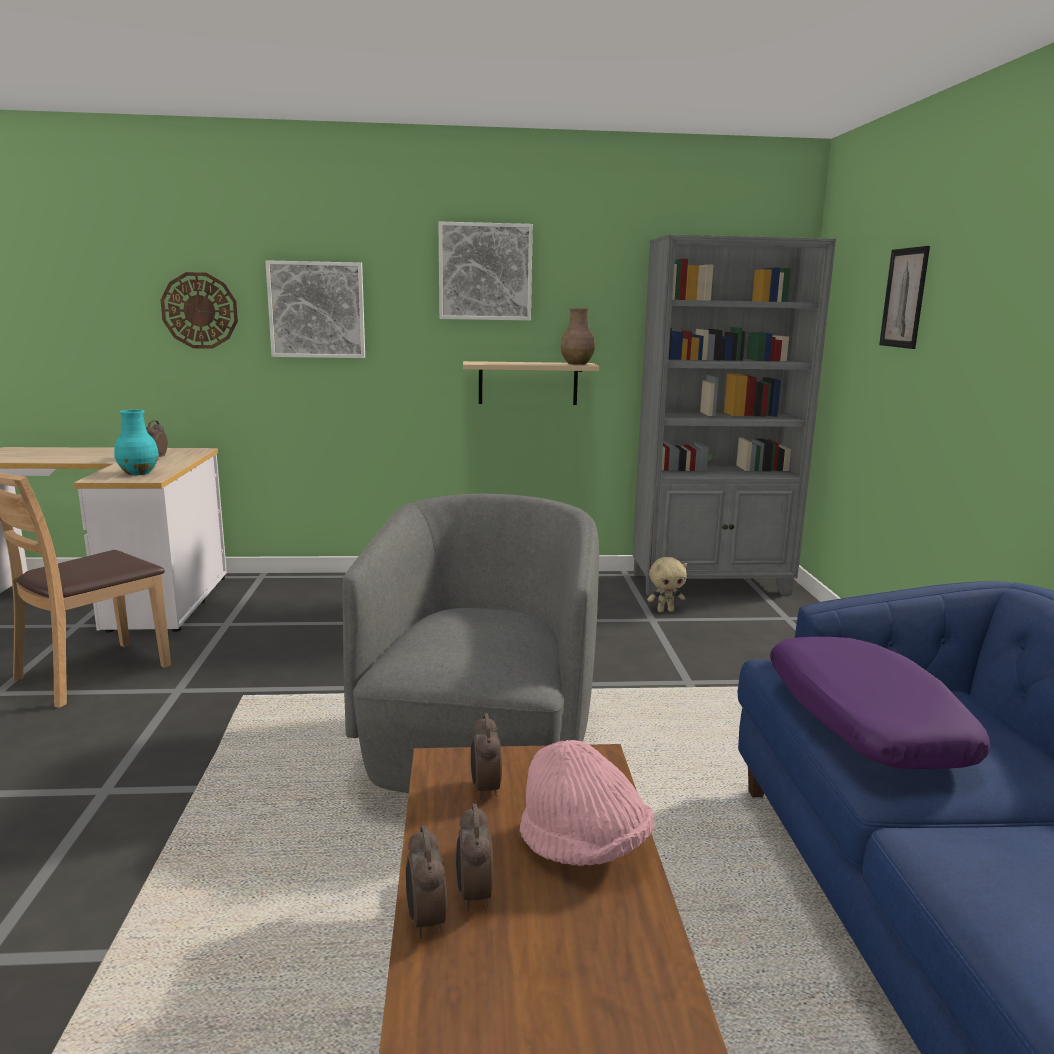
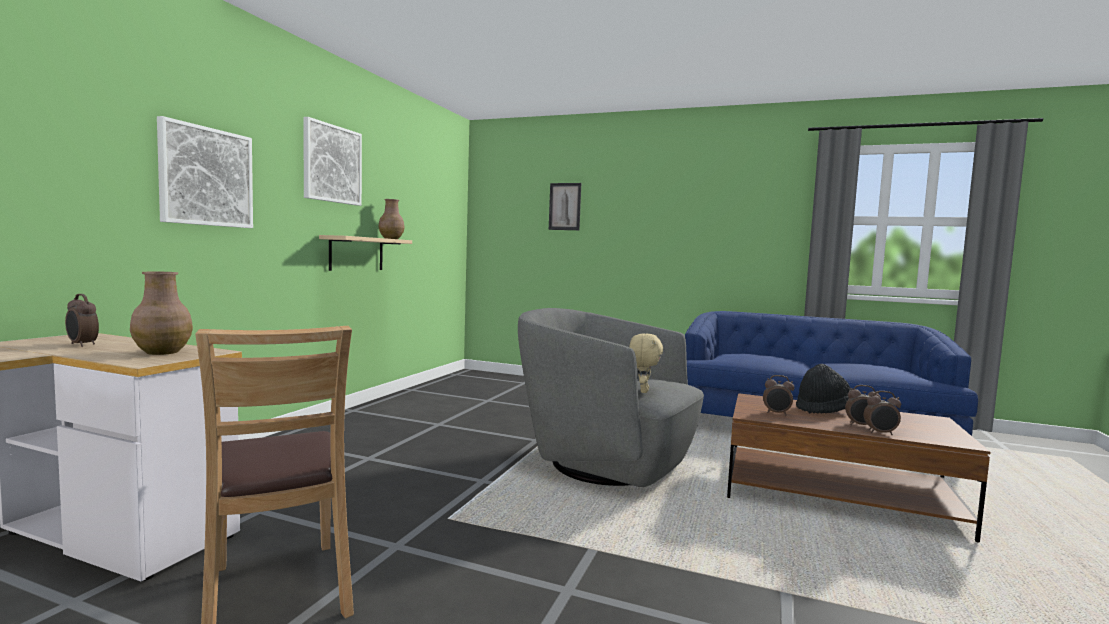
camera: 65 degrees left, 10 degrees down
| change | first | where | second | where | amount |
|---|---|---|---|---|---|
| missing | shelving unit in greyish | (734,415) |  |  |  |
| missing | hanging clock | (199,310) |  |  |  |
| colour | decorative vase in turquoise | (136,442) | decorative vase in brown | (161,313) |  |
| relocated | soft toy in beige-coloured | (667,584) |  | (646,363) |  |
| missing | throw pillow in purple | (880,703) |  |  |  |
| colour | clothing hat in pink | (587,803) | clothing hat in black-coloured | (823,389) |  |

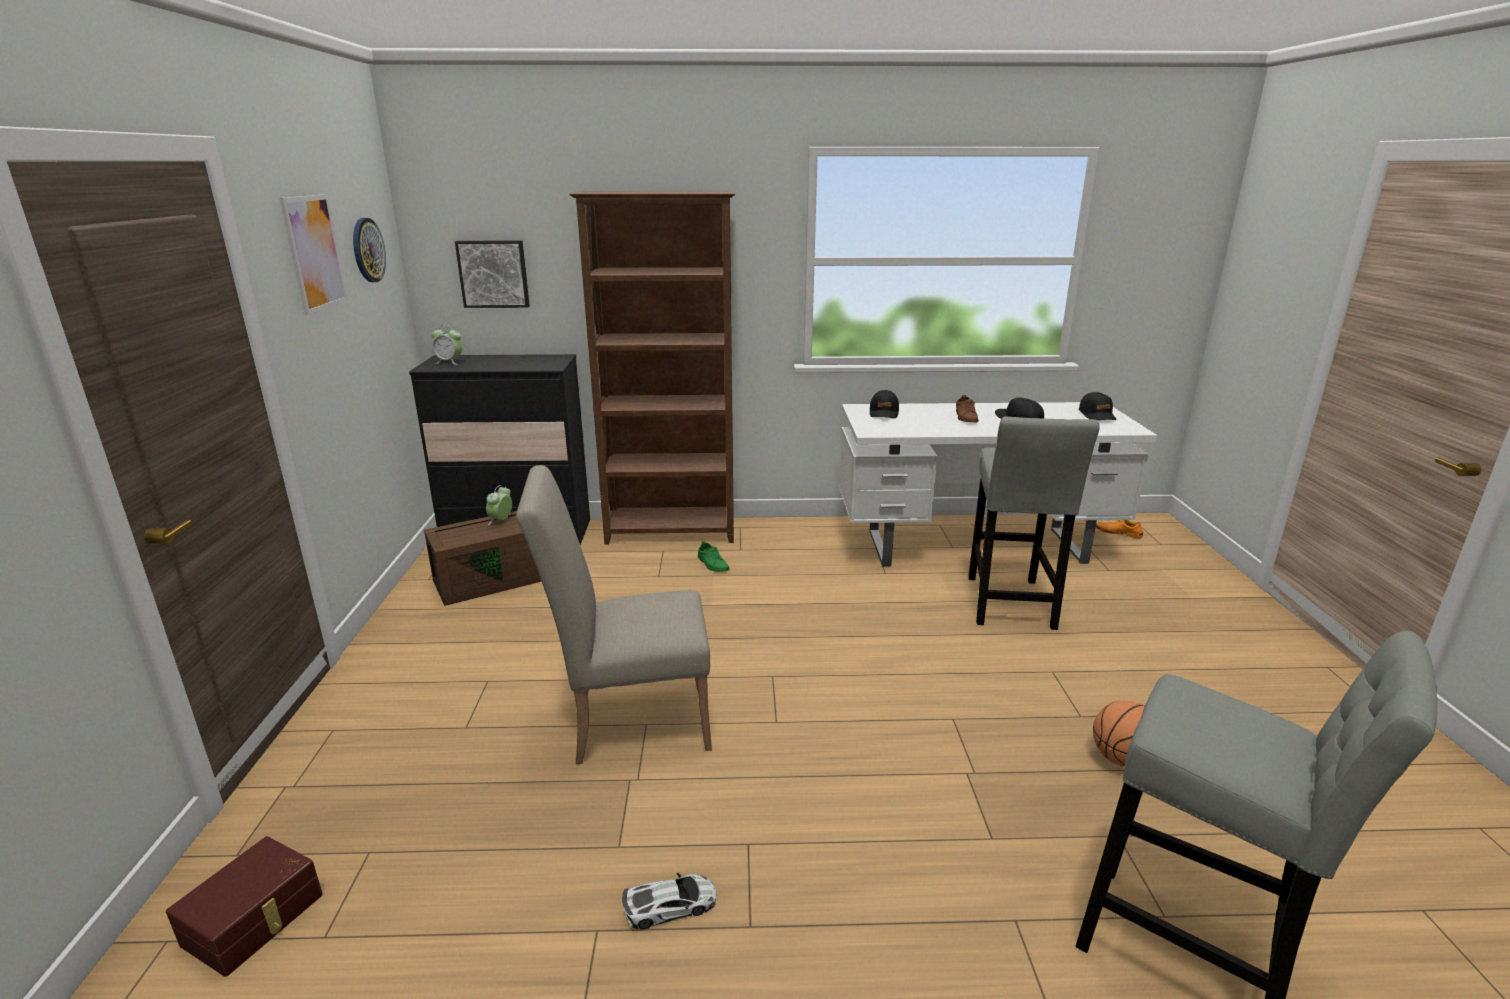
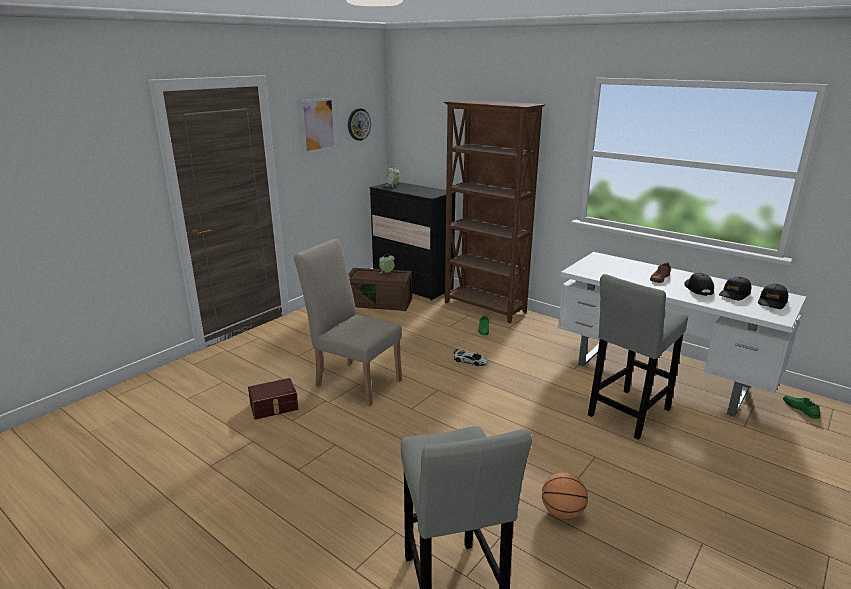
camera: 40 degrees right, 0 degrees up
| change | first | where | second | where | amount |
|---|---|---|---|---|---|
| missing | wall picture | (492,274) |  |  |  |
| relocated | peaked cap in black-coloured | (884,404) |  | (735,288) |  |
| colour | item of footwear in orange | (1119,529) | item of footwear in greenish | (801,407) |  |
| relocated | storage bin in brown | (244,906) |  | (273,399) |  |
| relocated | model car | (669,901) |  | (470,357) |  |

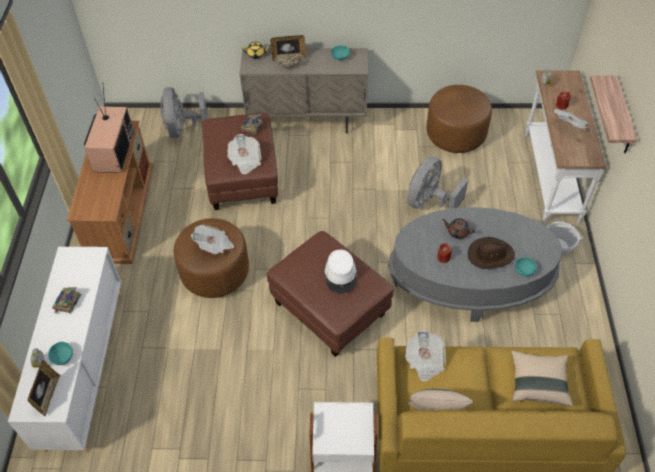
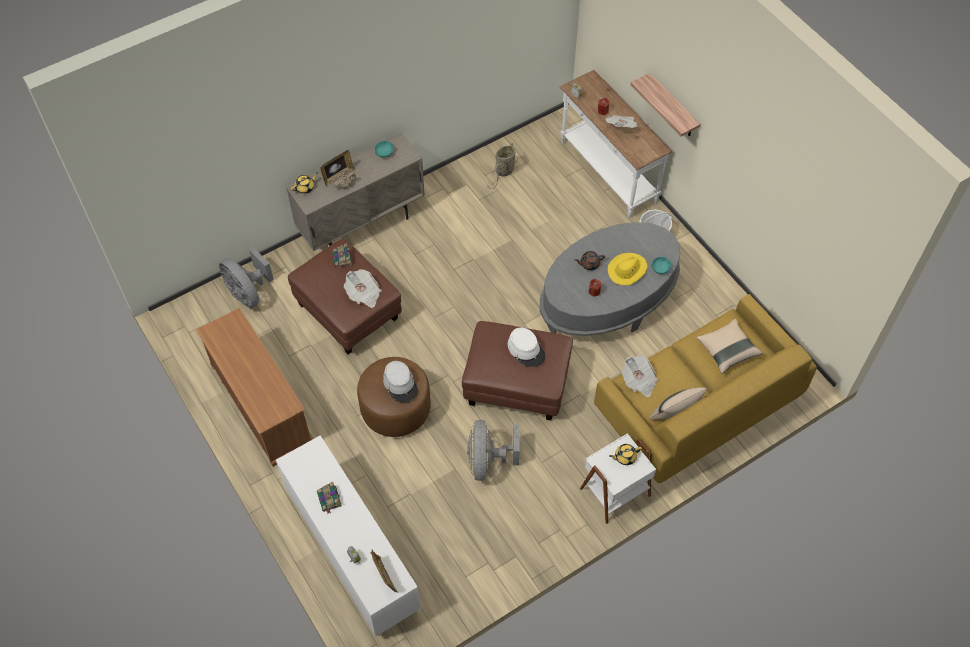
camera: 35 degrees left, 5 degrees up
| change | first | where | second | where | amount |
|---|---|---|---|---|---|
| missing | television | (109,127) |  |  |  |
| exchanged | footrest in brown | (459,119) | household basket | (502,166) |  |
| relocated | fan in greyish | (437,182) |  | (493,450) |  |
| exchanged | daily paper | (212,239) | clothing hat in greyish | (400,381) |  |
| colour | clothing hat in brown | (491,253) | clothing hat in yellowish | (627,269) |  |
| missing | bowl in turquoise | (60,353) |  |  |  |
| appeared |  |  | pot for tea in yellowish | (625,454) |  |

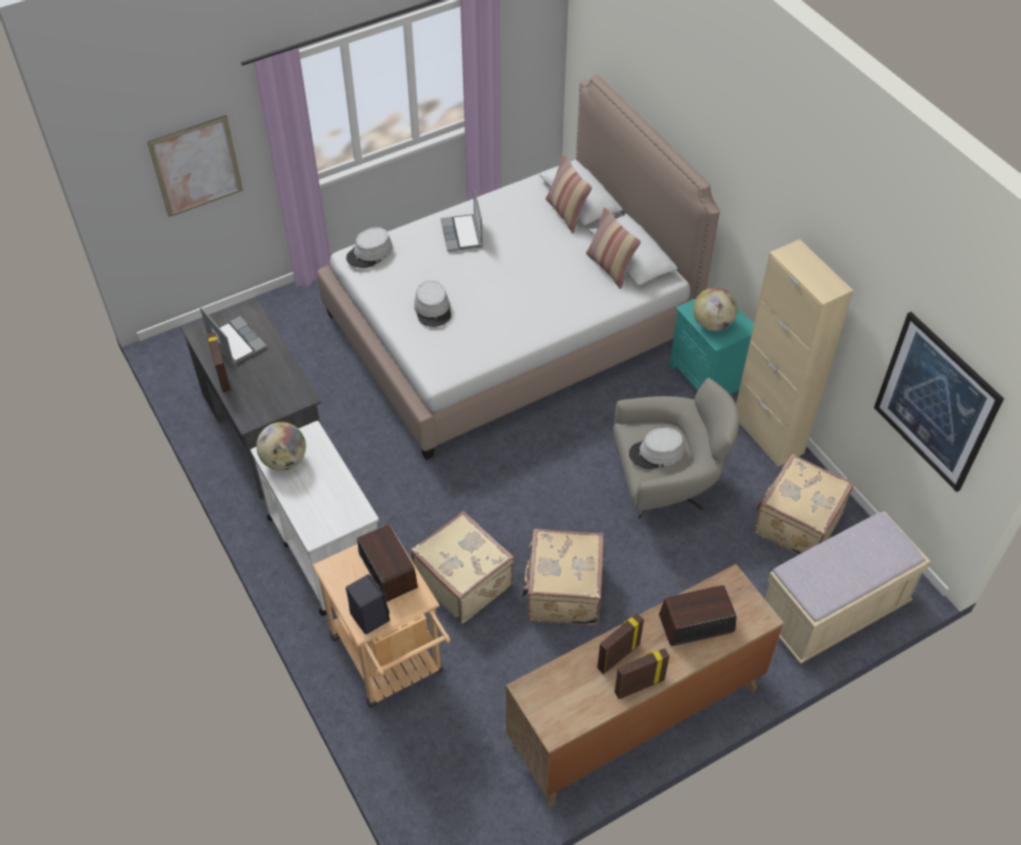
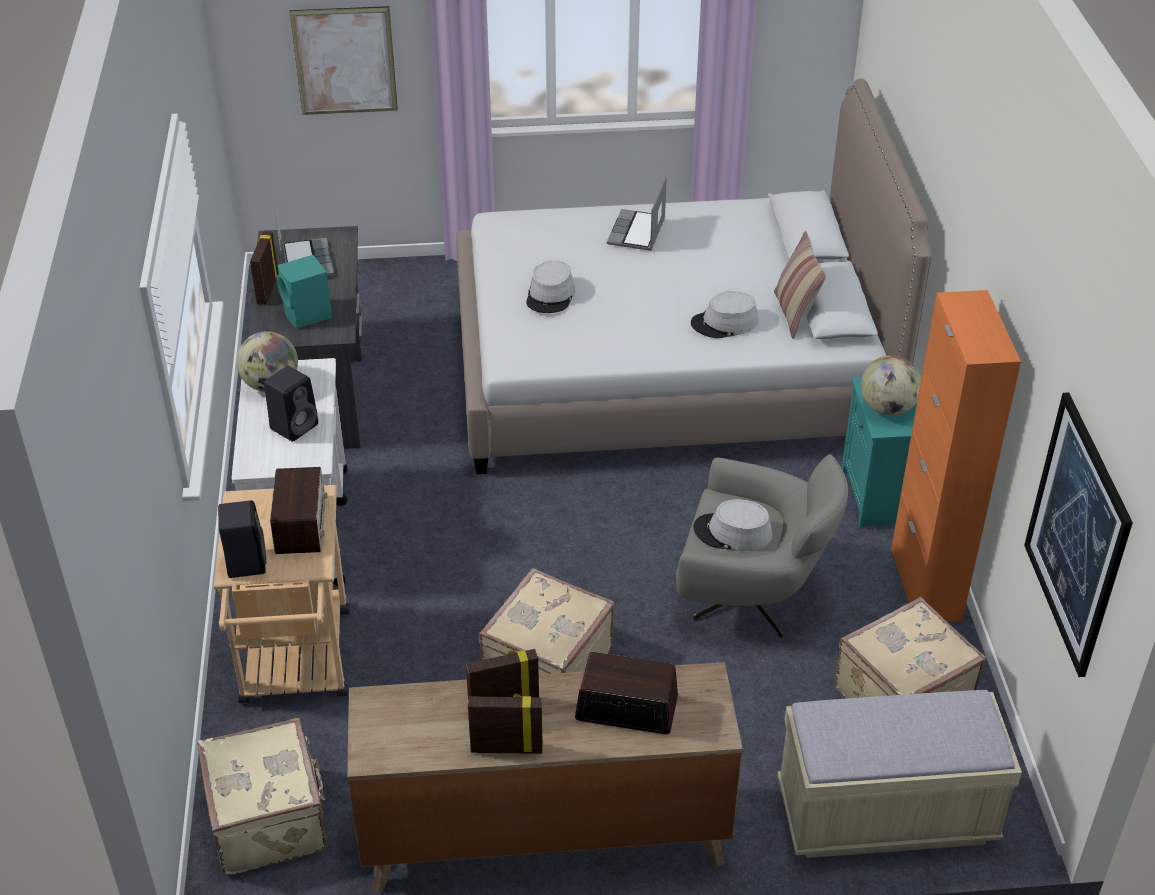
camera: 25 degrees right, 10 degrees down
| change | first | where | second | where | amount |
|---|---|---|---|---|---|
| missing | throw pillow | (569,193) |  |  |  |
| relocated | clothing hat in greyish | (369,247) |  | (724,314) |  |
| colour | storage cabinet in beige-coloured | (794,353) | storage cabinet in orange | (956,456) |  |
| relocated | travel case in beige-coloured | (463,567) |  | (262,797) |  |
| appeared |  |  | speaker in turquoise | (304,292) |  |
| appeared |  |  | speaker in black-coloured | (291,404) |  |

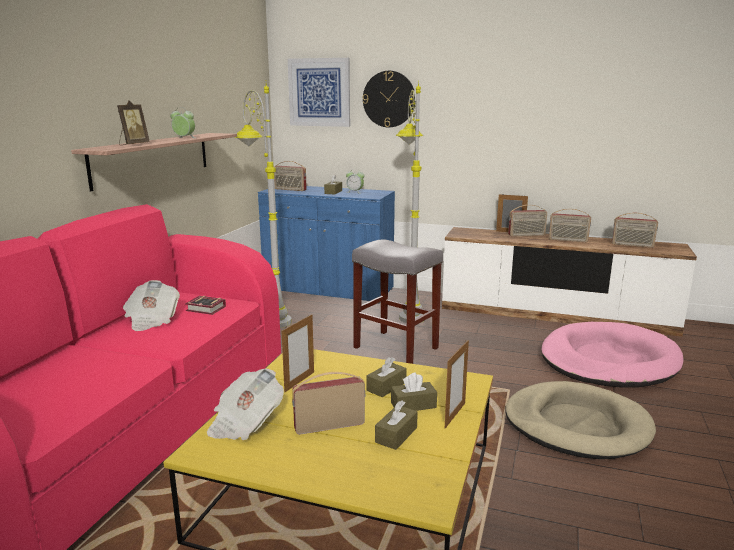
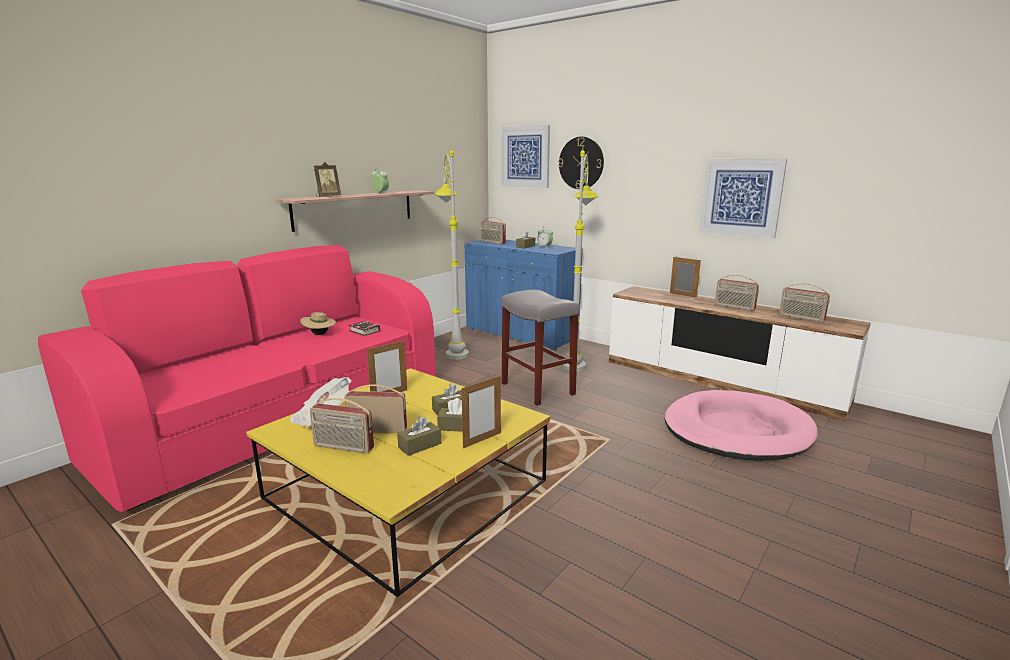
camera: 20 degrees right, 0 degrees up
| change | first | where | second | where | amount |
|---|---|---|---|---|---|
| relocated | radio receiver | (527,220) |  | (342,425) |  |
| exchanged | daily paper | (151,305) | clothing hat in beige-coloured | (318,323) |  |
| missing | dog bed in beige-coloured | (580,420) |  |  |  |
| appeared |  |  | wall picture | (743,198) |  |

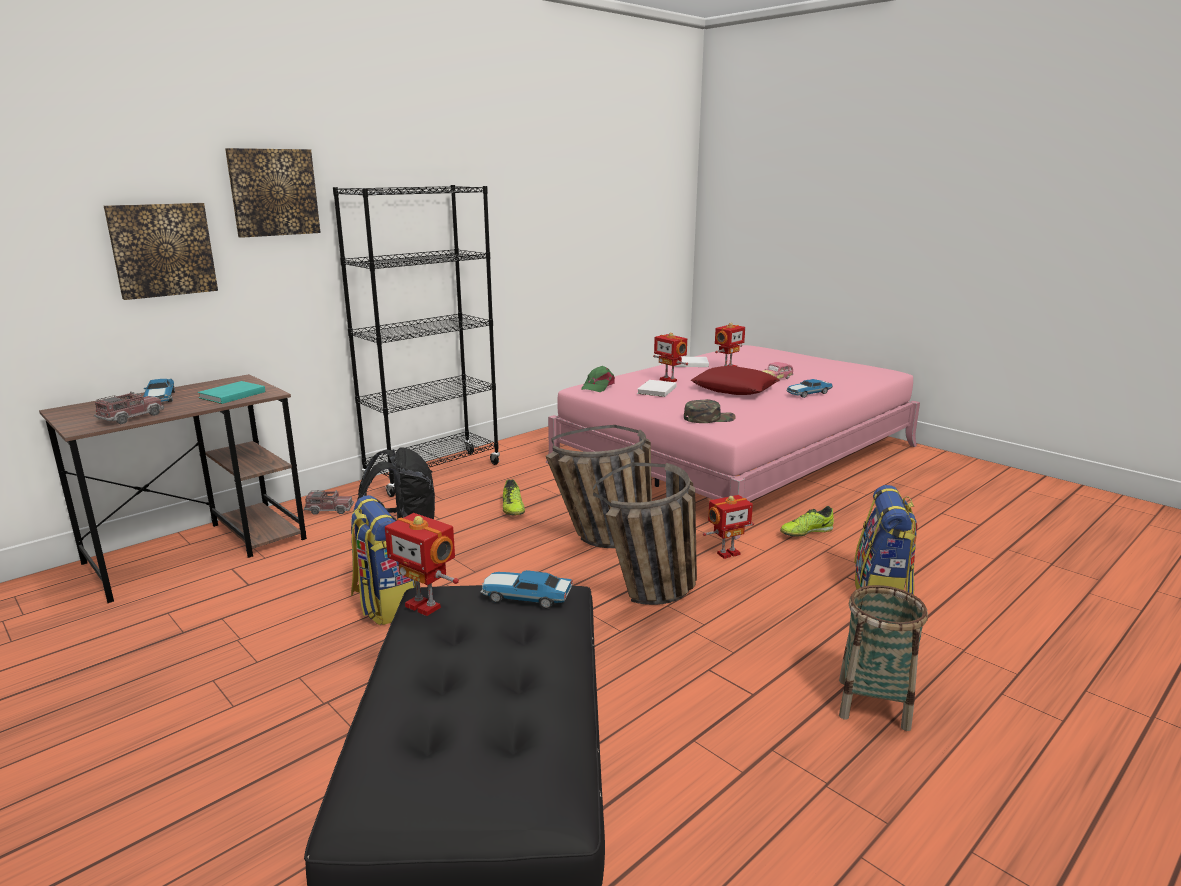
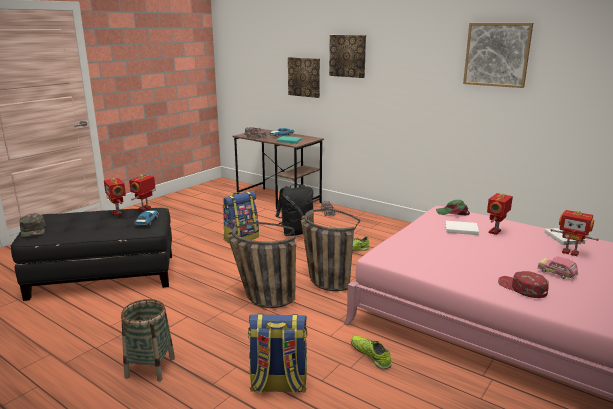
camera: 80 degrees right, 0 degrees up
| change | first | where | second | where | amount |
|---|---|---|---|---|---|
| missing | shelving unit in black-coloured | (416,341) |  |  |  |
| missing | throw pillow in red | (735,380) |  |  |  |
| exchanged | model car | (809,388) | peaked cap in red | (523,284) |  |
| relocated | peaked cap in greenish | (710,411) |  | (33,225) |  |
| relocated | model robot | (728,527) |  | (115,197) |  |
| appeared |  |  | wall picture | (498,55) |  |

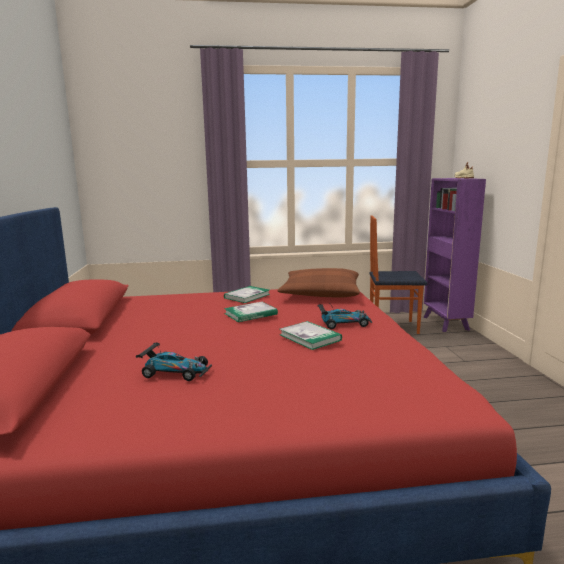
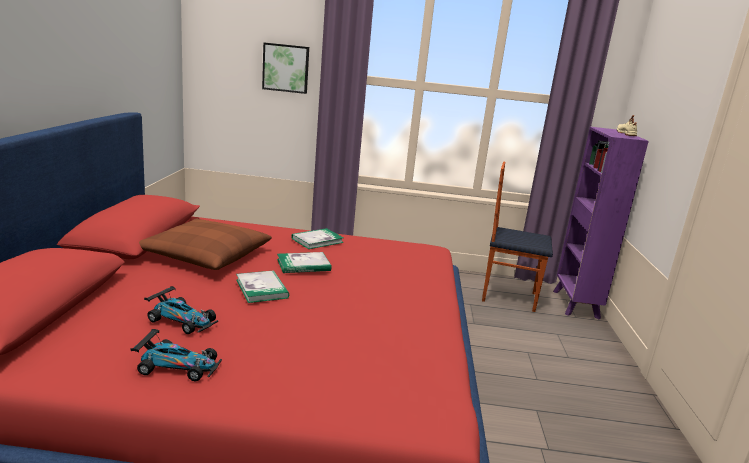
camera: 10 degrees right, 5 degrees up
| change | first | where | second | where | amount |
|---|---|---|---|---|---|
| relocated | throw pillow in brown | (319,283) |  | (205,244) |  |
| relocated | model car | (345,316) |  | (176,355) |  |
| relocated | bound book | (311,335) |  | (262,286) |  |
| appeared |  |  | wall picture | (285,68) |  |

